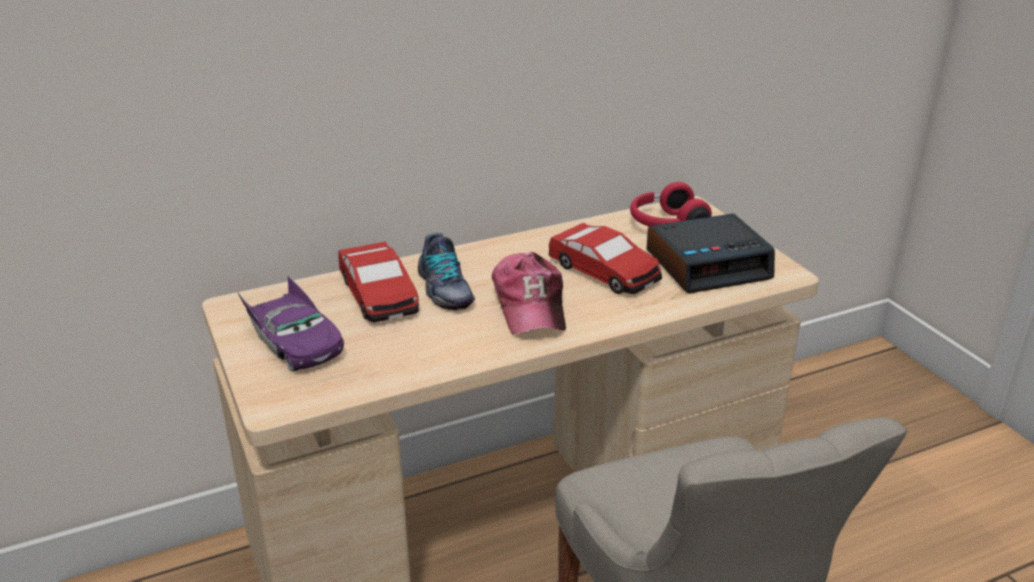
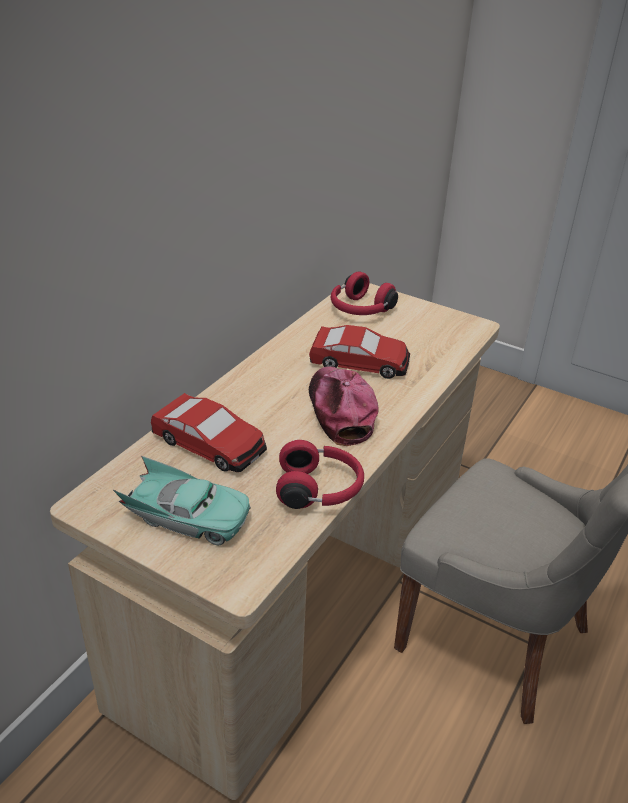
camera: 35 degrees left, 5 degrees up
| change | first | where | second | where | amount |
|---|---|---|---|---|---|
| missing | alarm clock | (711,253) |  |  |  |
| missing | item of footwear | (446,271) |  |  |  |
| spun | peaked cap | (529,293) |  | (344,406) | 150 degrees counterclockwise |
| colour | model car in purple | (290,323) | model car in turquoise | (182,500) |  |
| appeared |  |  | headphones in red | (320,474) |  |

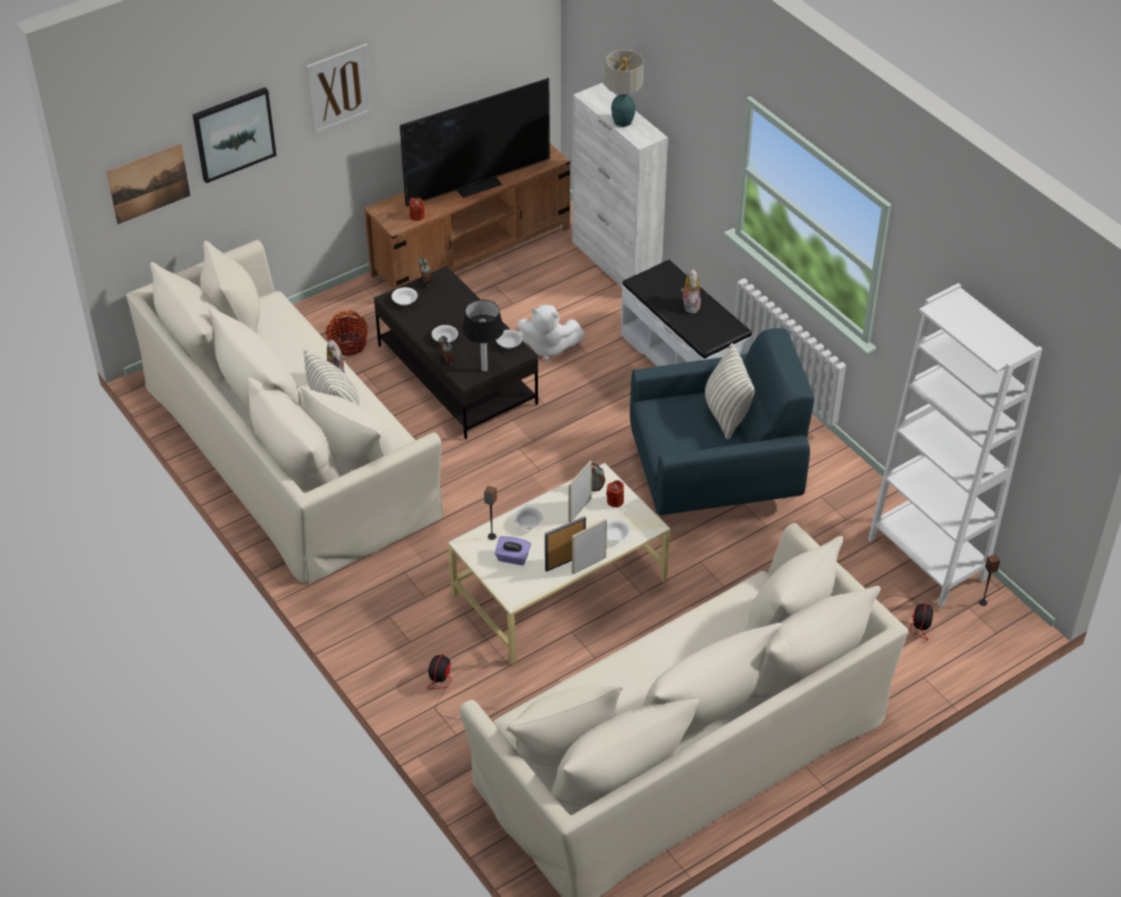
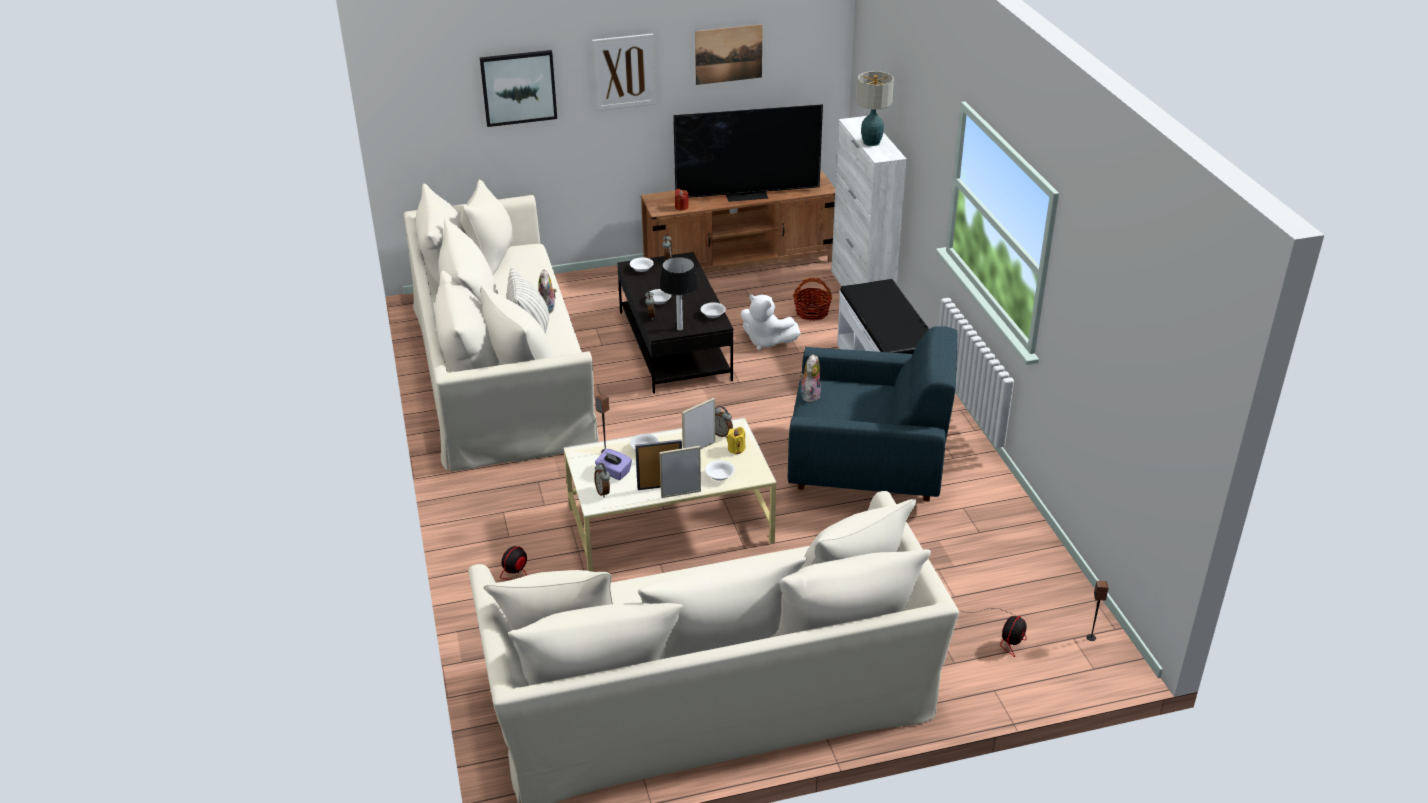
camera: 20 degrees right, 10 degrees down
| change | first | where | second | where | amount |
|---|---|---|---|---|---|
| relocated | wall picture | (148,183) |  | (729,54) |  |
| relocated | soft toy | (691,291) |  | (810,378) |  |
| missing | shelving unit in whitish | (955,444) |  |  |  |
| relocated | household basket | (346,333) |  | (812,299) |  |
| missing | throw pillow | (729,391) |  |  |  |
| colour | wax light in red | (615,494) | wax light in yellowish | (736,440) |  |
| appeared |  |  | alarm clock | (602,480) |  |

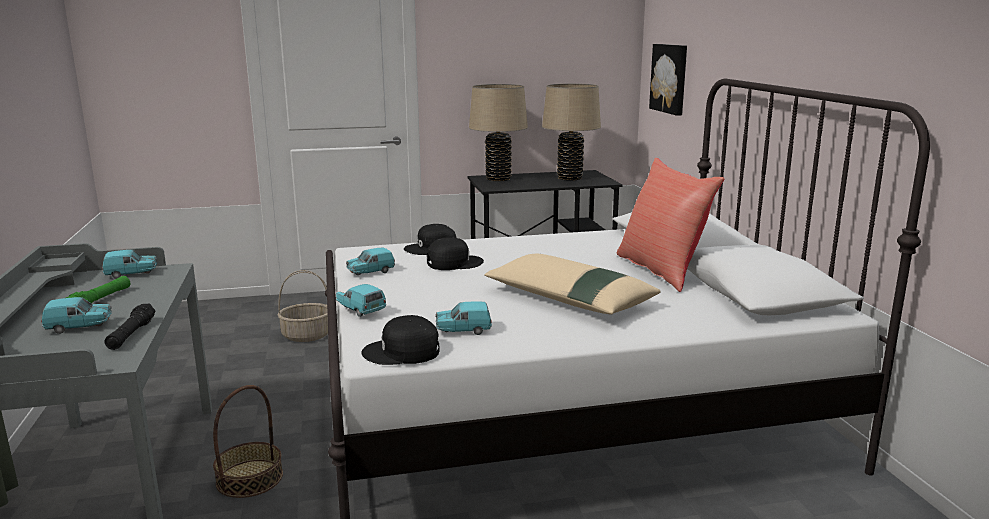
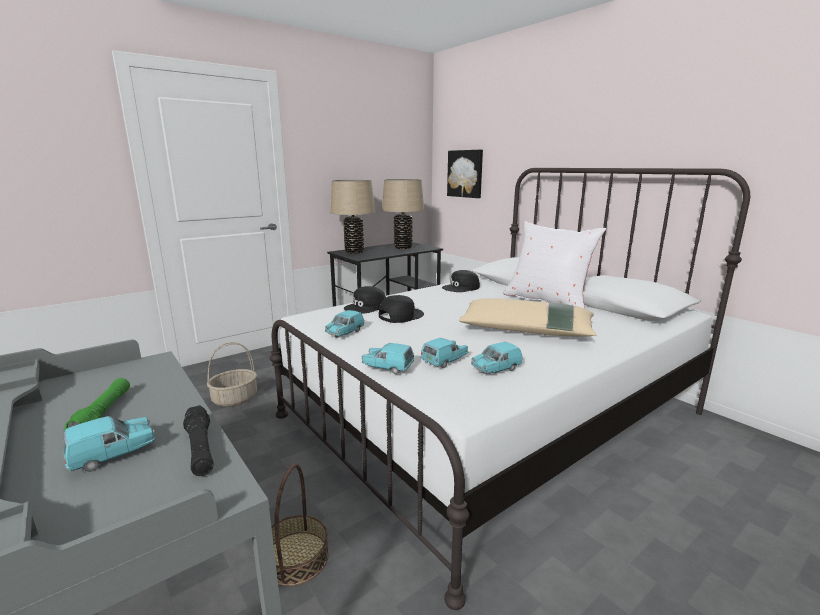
camera: 25 degrees left, 0 degrees up
| change | first | where | second | where | amount |
|---|---|---|---|---|---|
| colour | throw pillow in red | (670,225) | throw pillow in whitish | (554,265) |  |
| relocated | model car in turquoise | (129,264) |  | (444,353) |  |
| relocated | peaked cap in black-coloured | (400,340) |  | (461,281) |  |

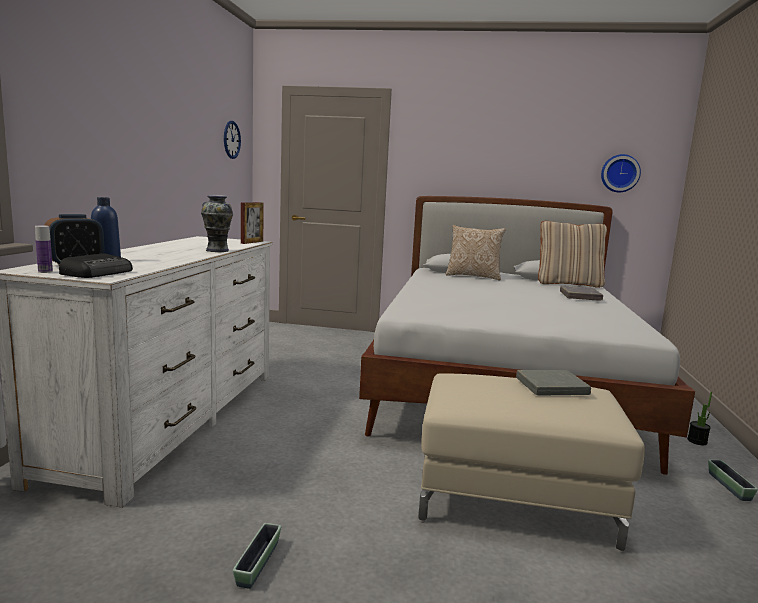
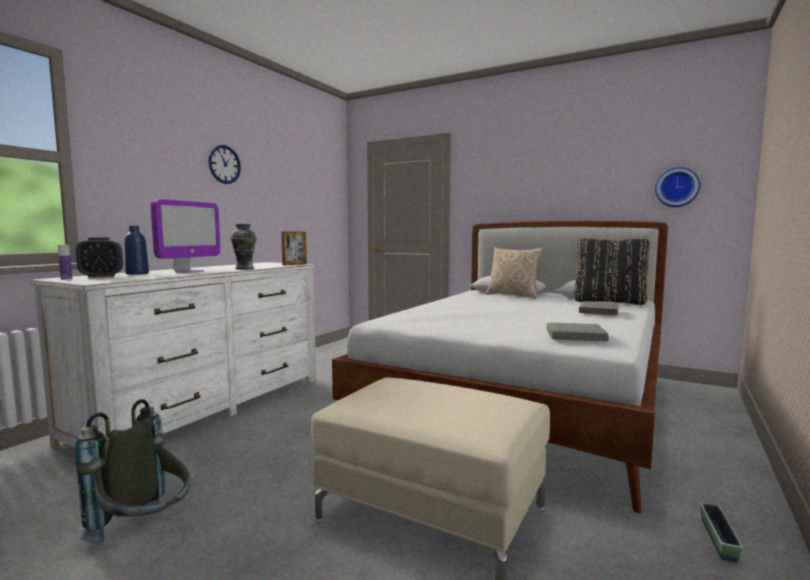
camera: 20 degrees right, 5 degrees down
| change | first | where | second | where | amount |
|---|---|---|---|---|---|
| relocated | hanging clock | (232,140) |  | (225,164) |  |
| colour | throw pillow in beige-coloured | (572,254) | throw pillow in black-coloured | (611,271) |  |
| missing | radio receiver | (96,265) |  |  |  |
| relocated | bound book in greyish | (553,383) |  | (578,332) |  |
| missing | plant in a pot | (699,418) |  |  |  |
| exchanged | planter | (257,556) | backpack in greyish | (133,470) |  |
| appeared |  |  | monitor | (185,236) |  |

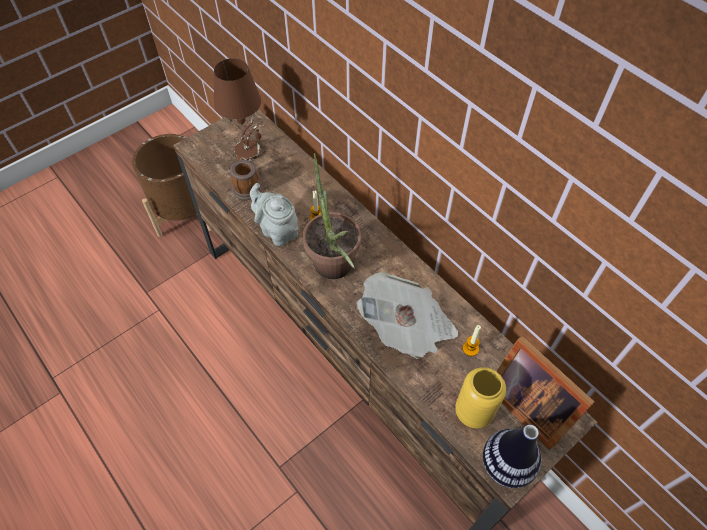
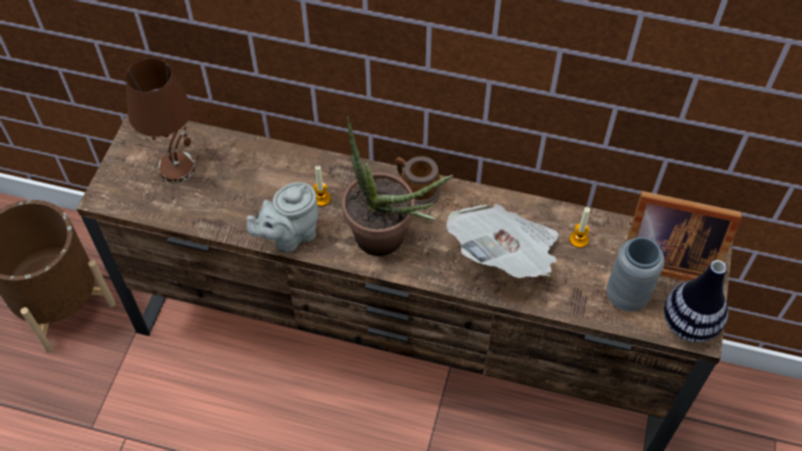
camera: 35 degrees left, 0 degrees up
| change | first | where | second | where | amount |
|---|---|---|---|---|---|
| relocated | mug | (246,177) |  | (417,181) |  |
| spun | pot for tea in greyish | (274,214) |  | (283,217) | 45 degrees counterclockwise |
| colour | decorative vase in yellowish | (480,397) | decorative vase in greyish | (635,274) |  |

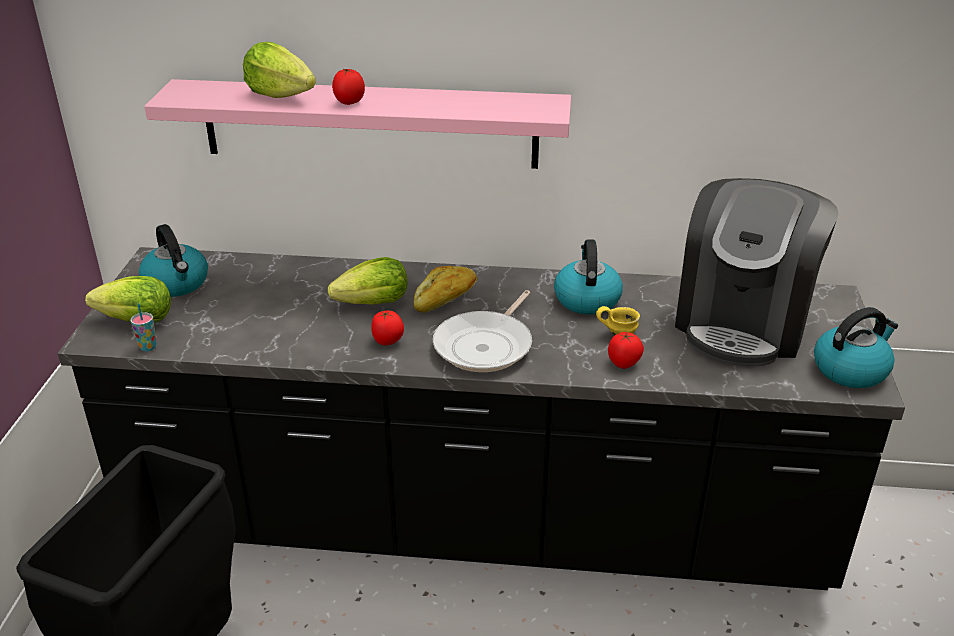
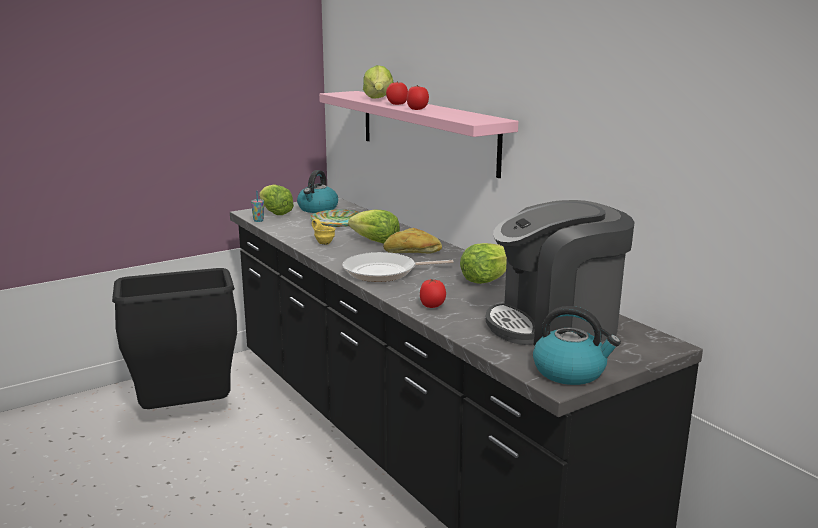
camera: 50 degrees right, 15 degrees down
| change | first | where | second | where | amount |
|---|---|---|---|---|---|
| exchanged | water kettle | (588,277) | lettuce | (483,263) |  |
| relocated | mug in yellowish | (618,321) |  | (324,232) |  |
| relocated | fresh tomato | (387,328) |  | (418,97) |  |
| appeared |  |  | plate | (335,218) |  |

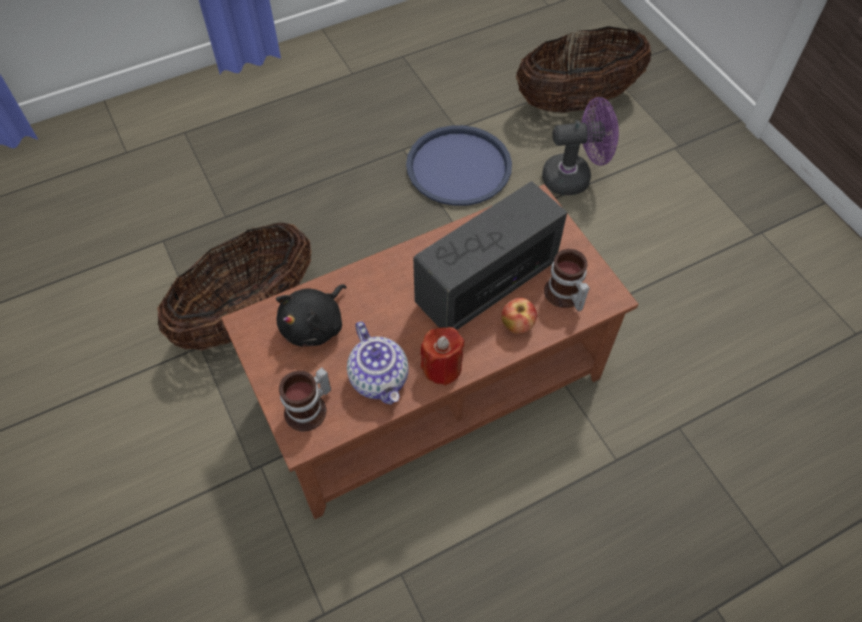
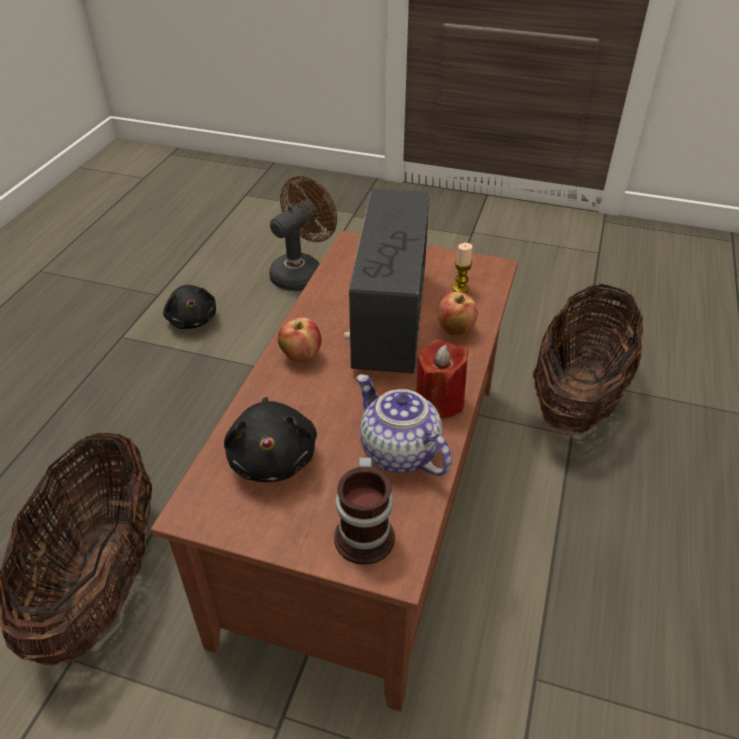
camera: 45 degrees left, 15 degrees down
| change | first | where | second | where | amount |
|---|---|---|---|---|---|
| relocated | household basket | (583,69) |  | (588,359) |  |
| colour | fan in purple | (580,146) | fan in brown | (303,233) |  |
| exchanged | carrying tray in blue-coloured | (459,165) | soft toy in black-coloured | (189,307) |  |
| exchanged | mug | (567,280) | wax light | (462,268) |  |
| spun | pot for tea | (378,363) |  | (404,425) | 150 degrees counterclockwise |
| appeared |  |  | whole apple | (299,340) |  |

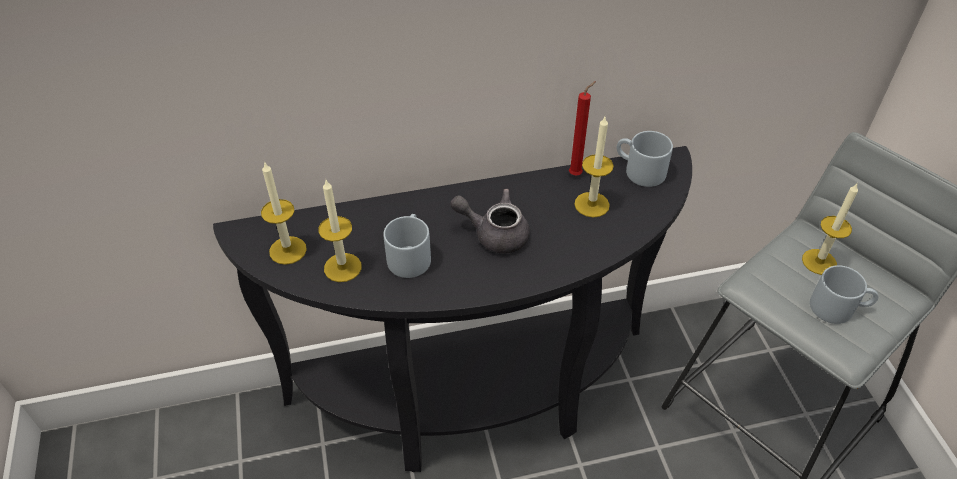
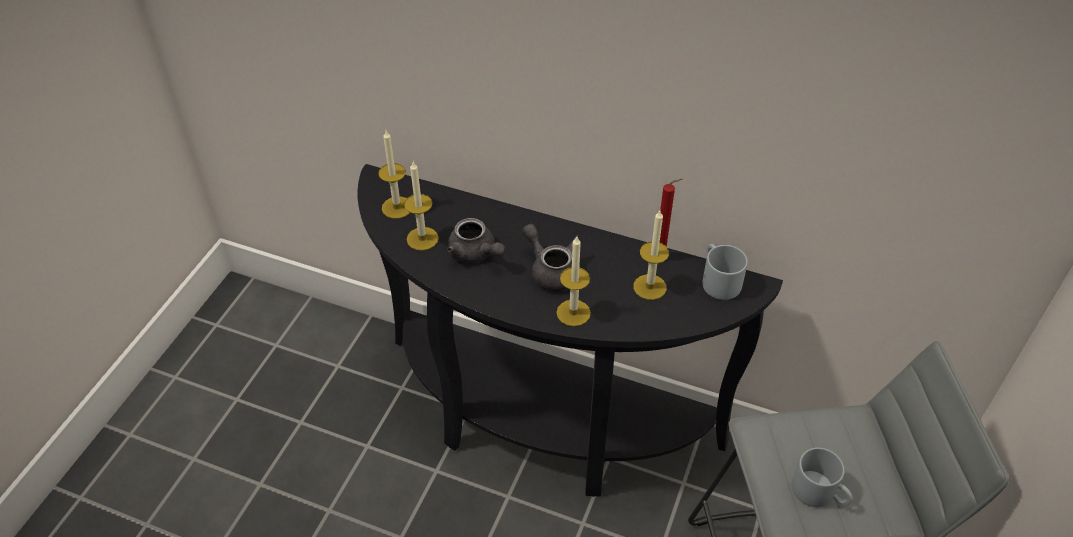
camera: 35 degrees right, 0 degrees up
| change | first | where | second | where | amount |
|---|---|---|---|---|---|
| relocated | wax light | (830,229) |  | (573,281) |  |
| exchanged | mug in greyish | (407,246) | pot for tea in greyish | (476,240) |  |

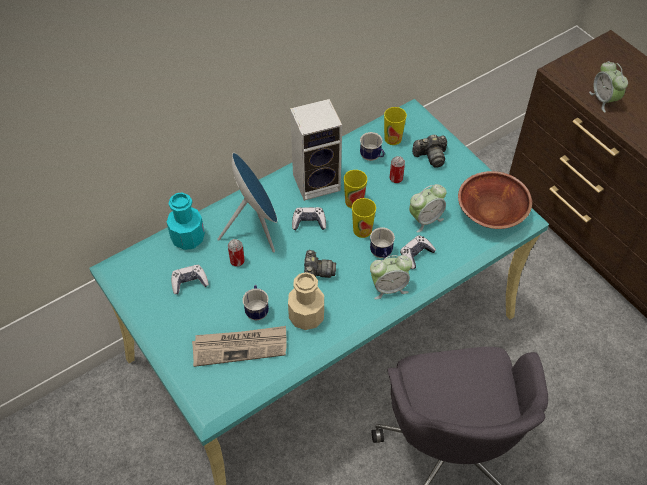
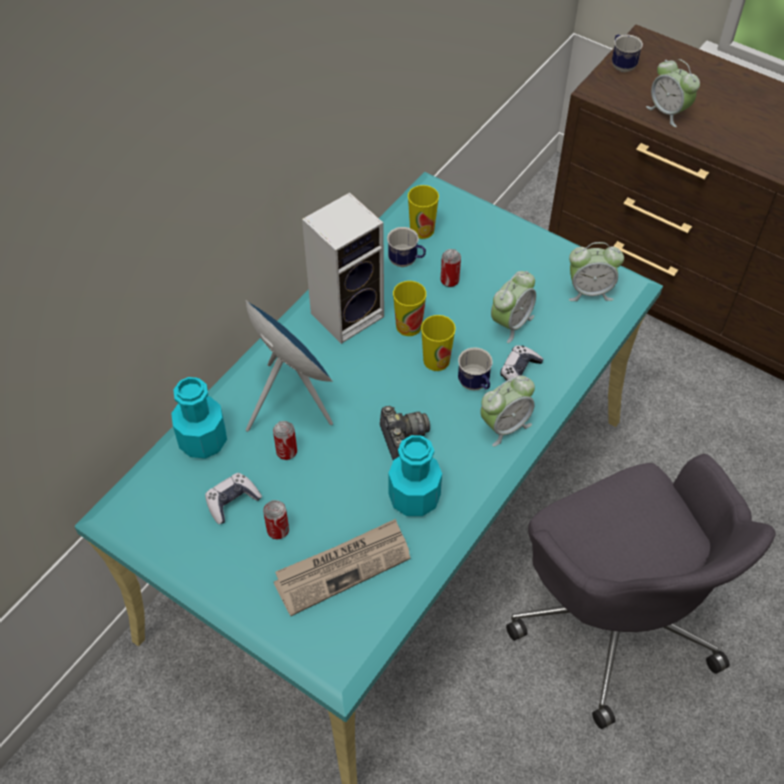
camera: 20 degrees left, 0 degrees up
| change | first | where | second | where | amount |
|---|---|---|---|---|---|
| missing | photo camera | (429,151) |  |  |  |
| exchanged | bowl in brown | (495,200) | alarm clock | (596,271) |  |
| missing | gamepad | (309,218) |  |  |  |
| colour | bottle in beige-coloured | (306,301) | bottle in turquoise | (415,475) |  |
| relocated | mug | (256,302) |  | (627,53) |  |
| appeared |  |  | sealed can | (276,519) |  |

